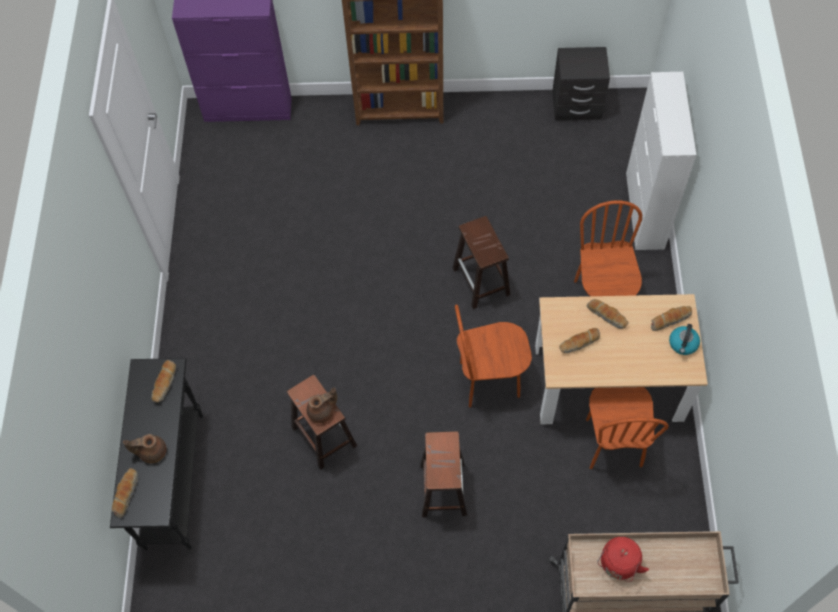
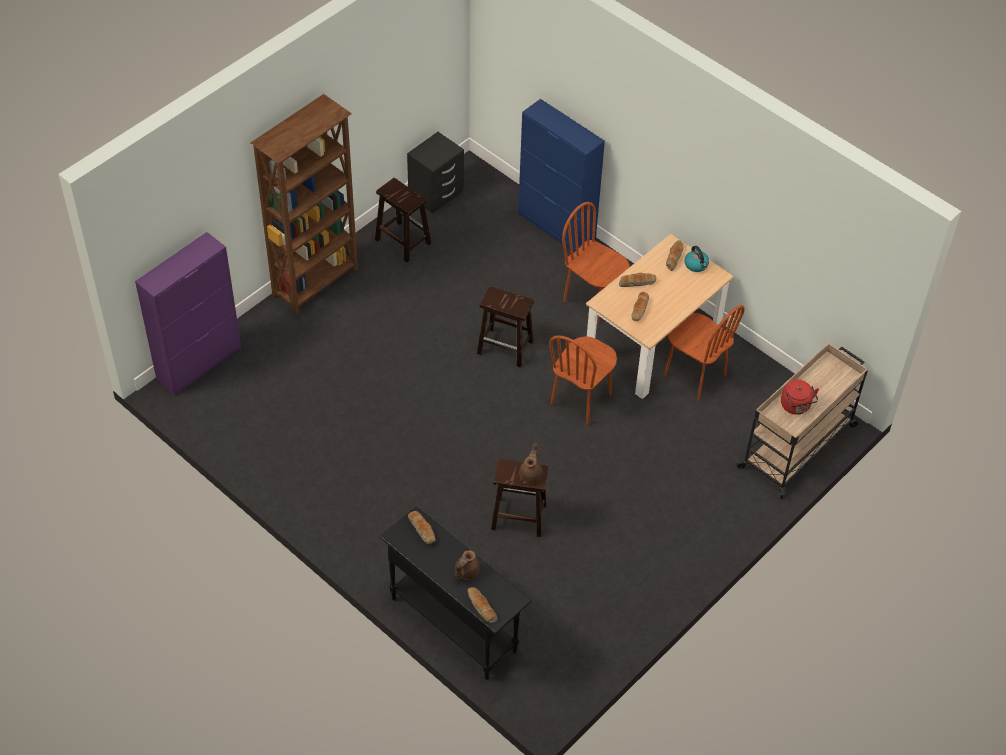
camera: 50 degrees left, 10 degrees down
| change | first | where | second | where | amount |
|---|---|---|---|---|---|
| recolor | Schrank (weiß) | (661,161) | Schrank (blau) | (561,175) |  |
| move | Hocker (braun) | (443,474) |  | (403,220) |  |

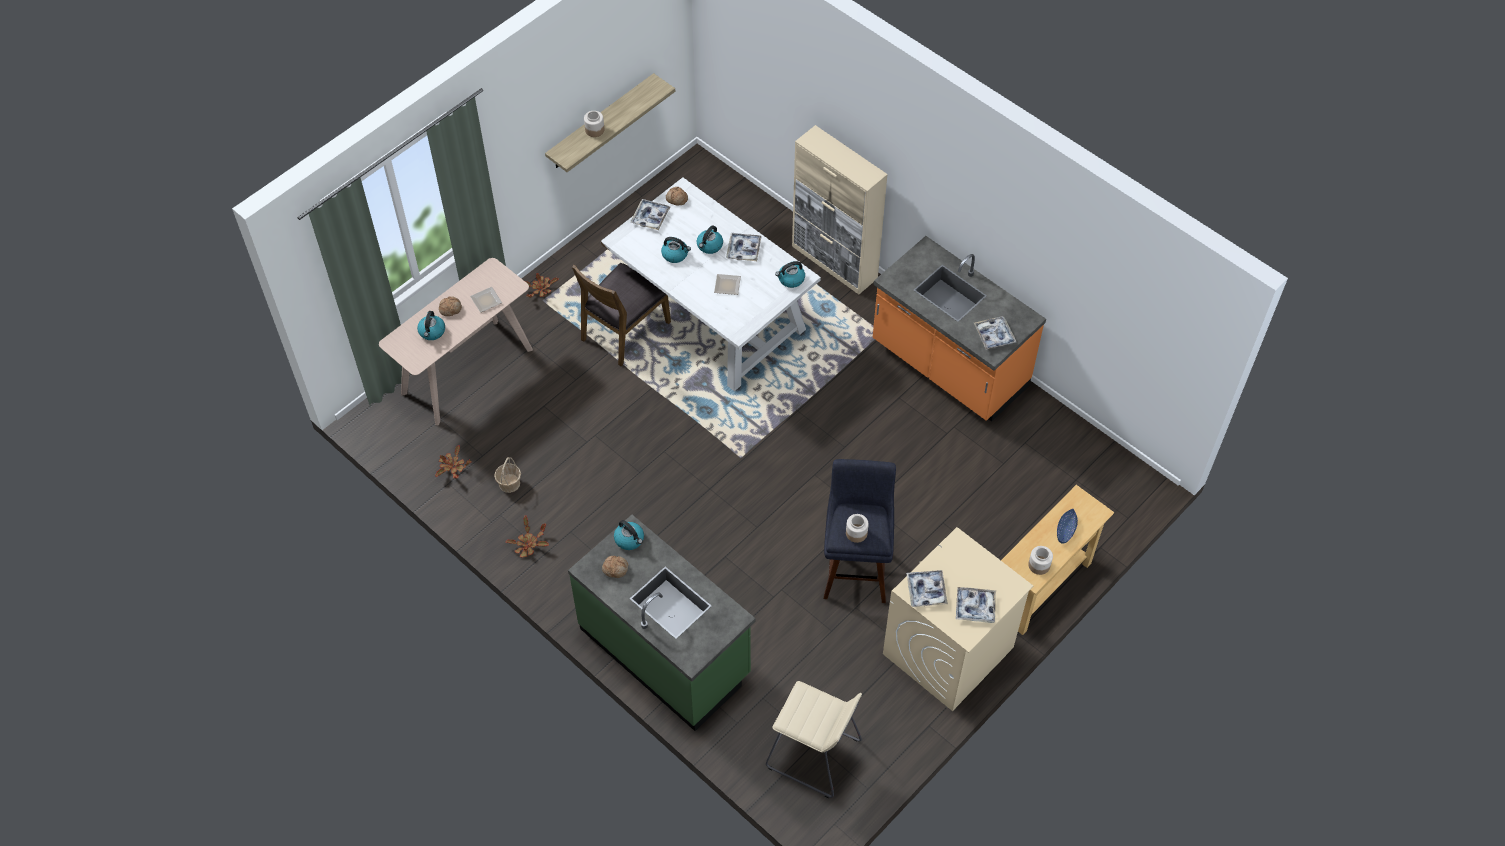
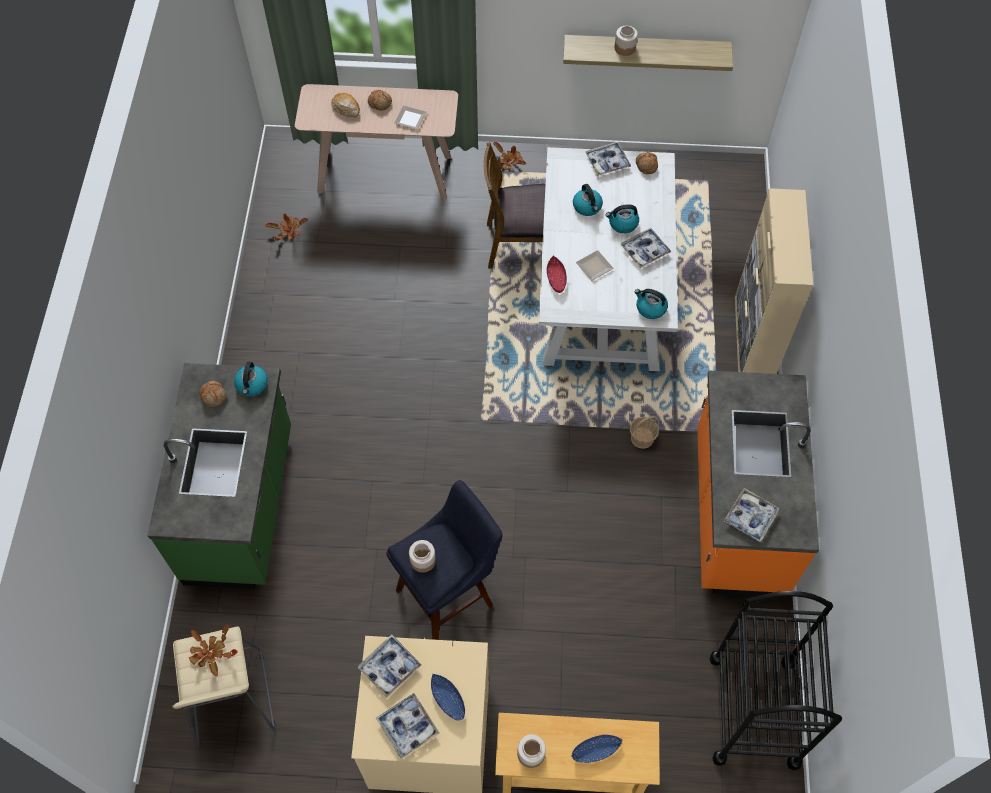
camera: 50 degrees right, 5 degrees up
| change | first | where | second | where | amount |
|---|---|---|---|---|---|
| replace | Wasserkessel | (431,325) | Brot | (345,105) |  |
| move | Korb | (507,475) |  | (644,432) |  |
| move | Topfpflanze | (527,537) |  | (213,650) |  |
| insert |  |  | Schüssel (rot) | (557,274) |  |
| insert |  |  | Rollwagen (schwarz) | (776,680) |  |
| insert |  |  | Schüssel (blau) | (448,697) |  |

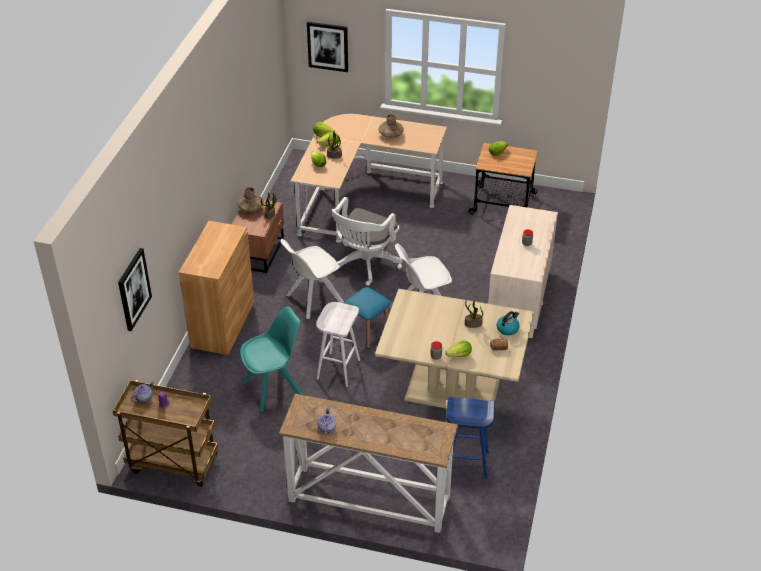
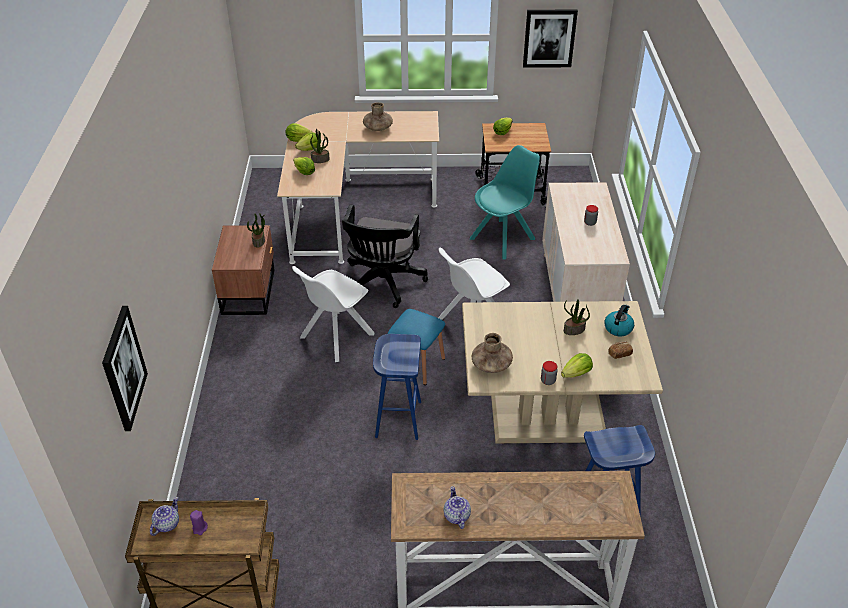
camera: 15 degrees left, 0 degrees up
| change | first | where | second | where | amount |
|---|---|---|---|---|---|
| move | Bild | (327,47) |  | (550,39) |  |
| move | Vase (braun) | (250,199) |  | (492,353) |  |
| recolor | Bürostuhl (weiß) | (367,241) | Bürostuhl (schwarz) | (385,256) |  |
| delete | Schrank (braun) | (216,288) |  |  |  |
| recolor | Hocker (weiß) | (338,344) | Hocker (blau) | (397,387) |  |
| move | Stuhl (türkis) | (271,358) |  | (505,202) |  |

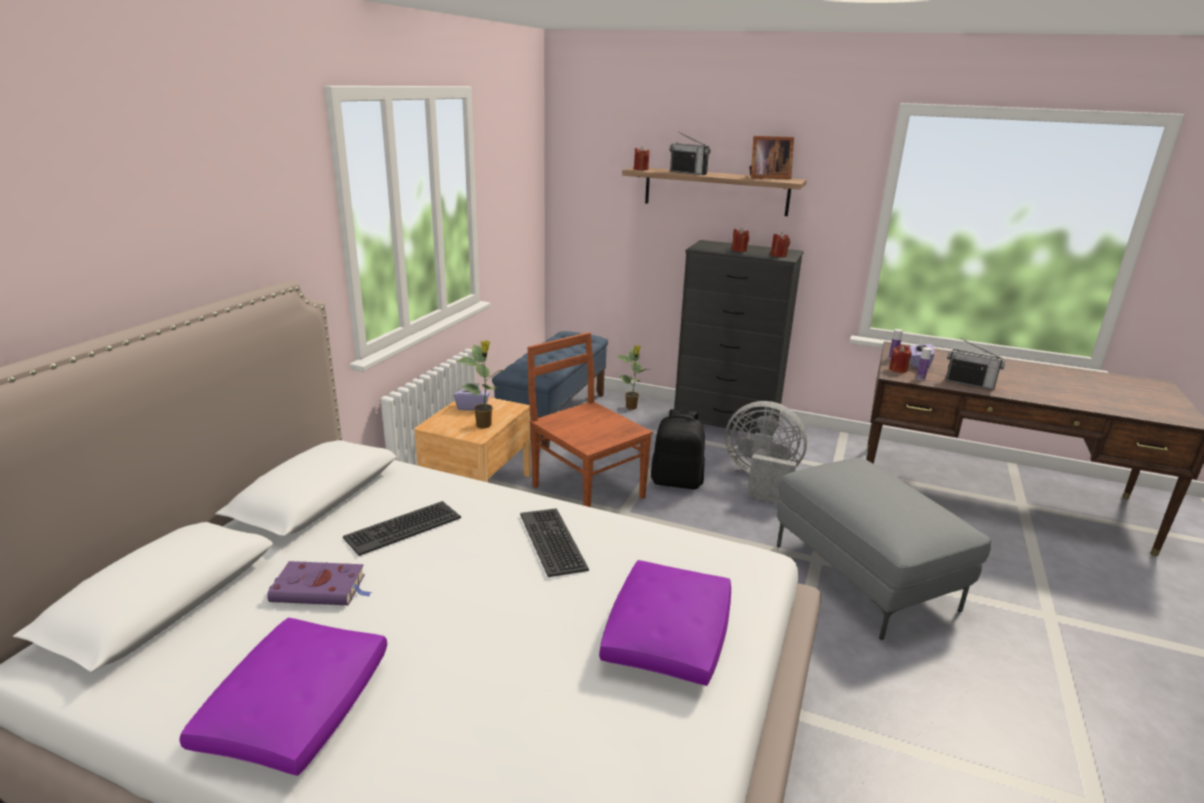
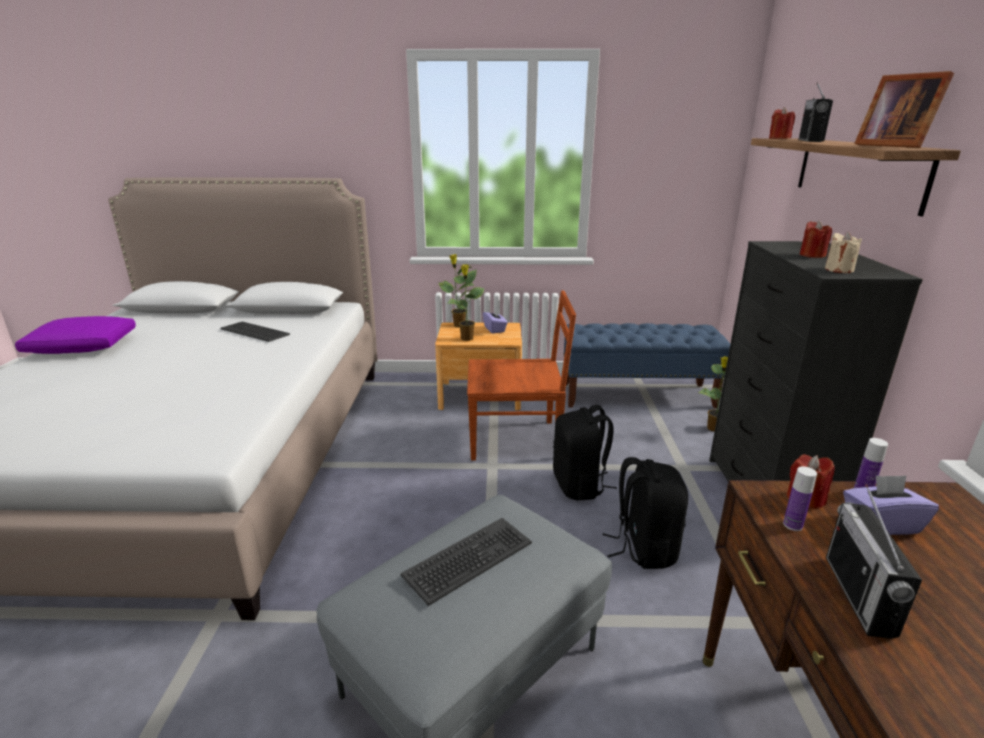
camera: 70 degrees right, 0 degrees up
| change | first | where | second | where | amount |
|---|---|---|---|---|---|
| recolor | Kerze (rot) | (780,244) | Kerze (beige) | (843,252) |  |
| rotate | Stuhl (braun) | (590,419) |  | (521,376) | 60 degrees clockwise |
| replace | Ventilator (grau) | (766,452) | Rucksack (schwarz) | (645,513) |  |
| move | Tastatur | (554,542) |  | (466,562) |  |
| delete | Kissen (lila) | (665,623) |  |  |  |
| delete | Buch (lila) | (319,583) |  |  |  |
| insert |  |  | Topfpflanze | (456,291) |  |

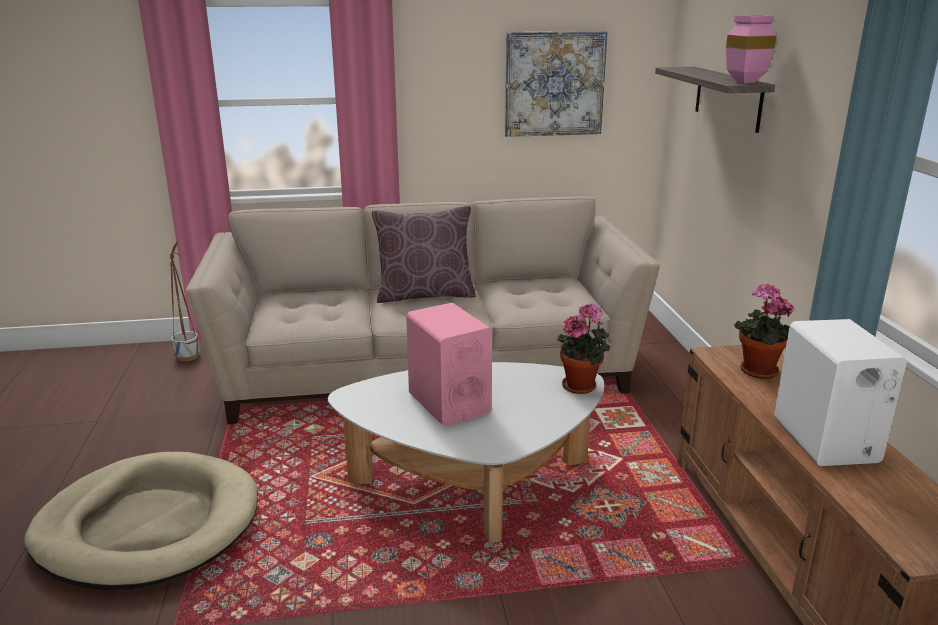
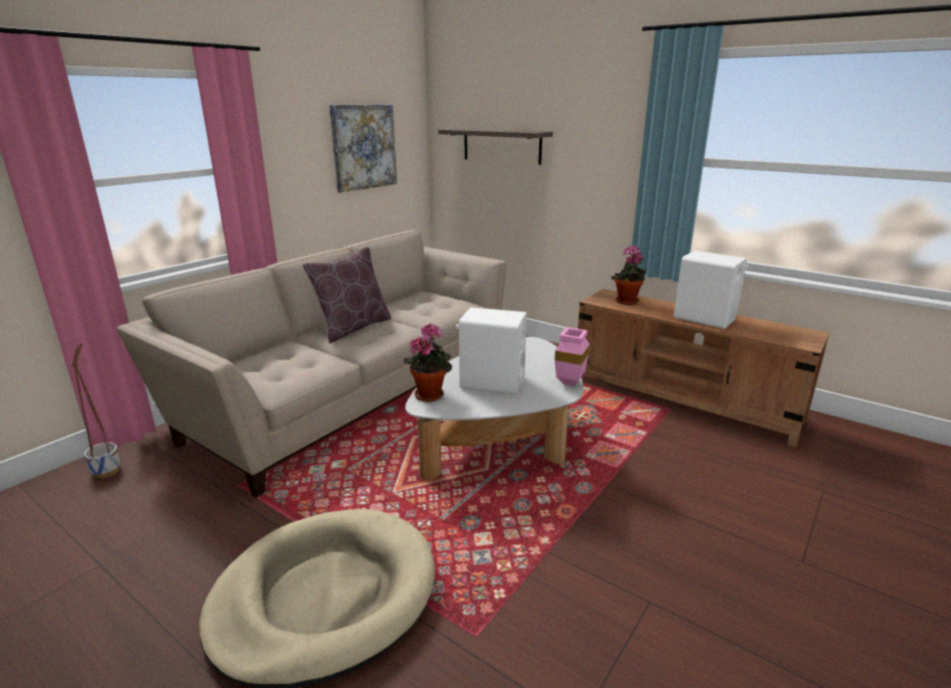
camera: 45 degrees left, 0 degrees up
| change | first | where | second | where | amount |
|---|---|---|---|---|---|
| move | Vase (rosa) | (751,49) |  | (572,356) |  |
| recolor | Lautsprecher (rosa) | (449,364) | Lautsprecher (weiß) | (491,351) |  |
| move | Topfpflanze | (583,349) |  | (428,362) |  |

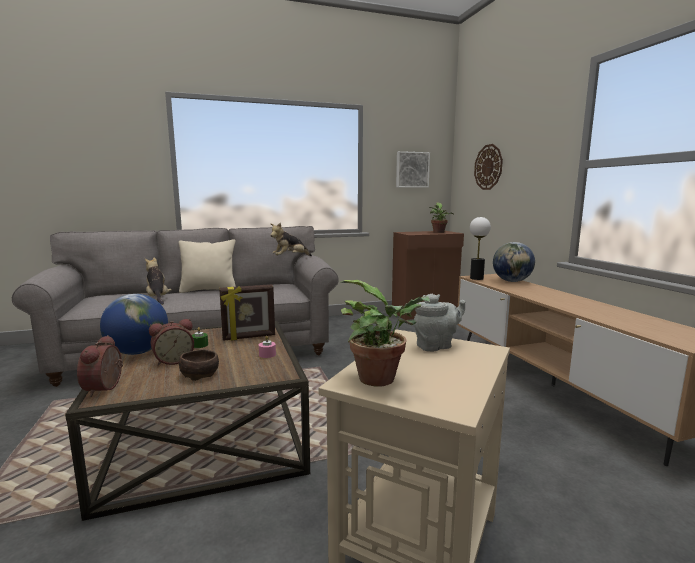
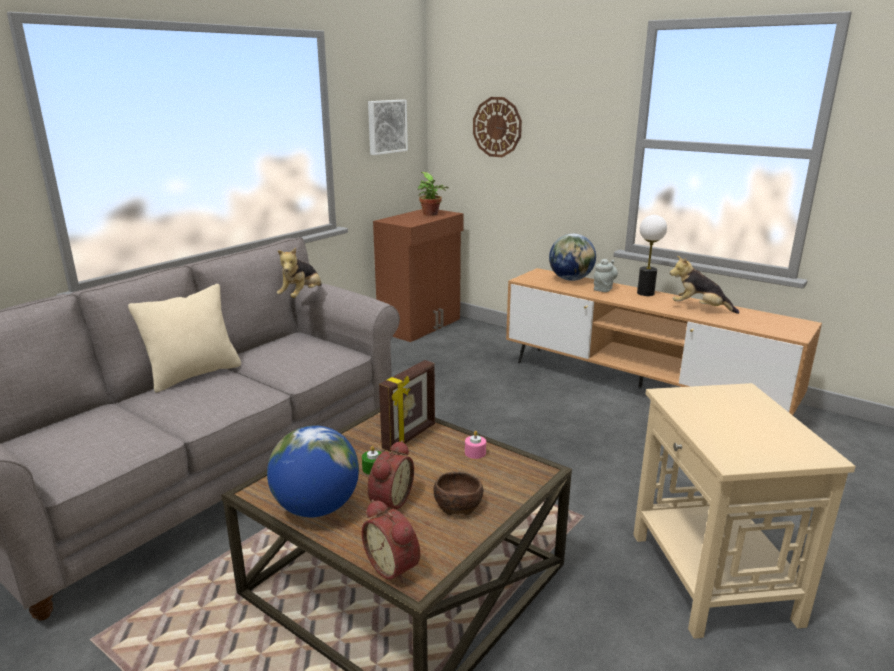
camera: 35 degrees left, 10 degrees up
| change | first | where | second | where | amount |
|---|---|---|---|---|---|
| move | Tischlampe | (480,248) |  | (652,255) |  |
| move | Plüschtier | (158,281) |  | (704,285) |  |
| delete | Topfpflanze | (385,333) |  |  |  |
| move | Teekanne (grau) | (439,323) |  | (606,275) |  |

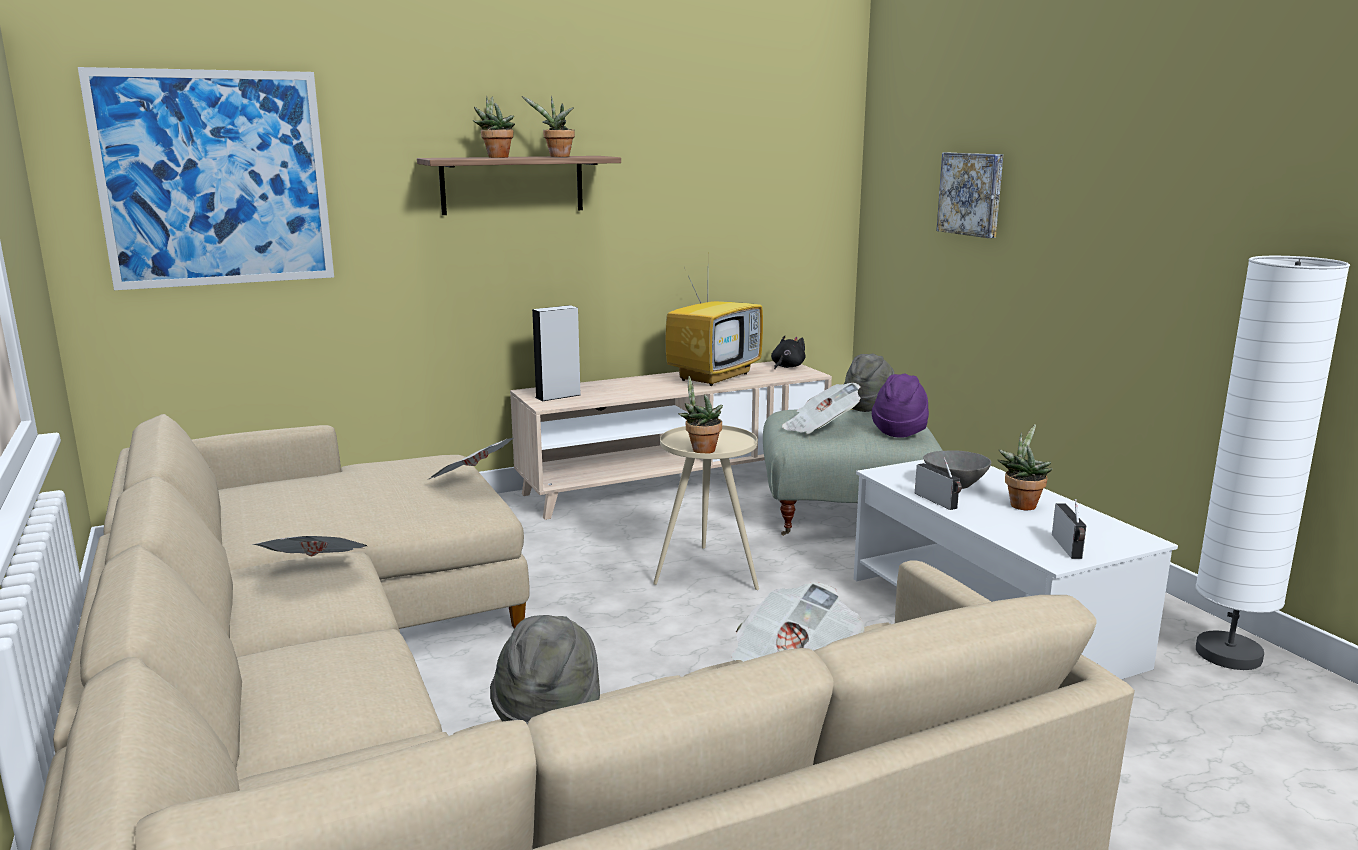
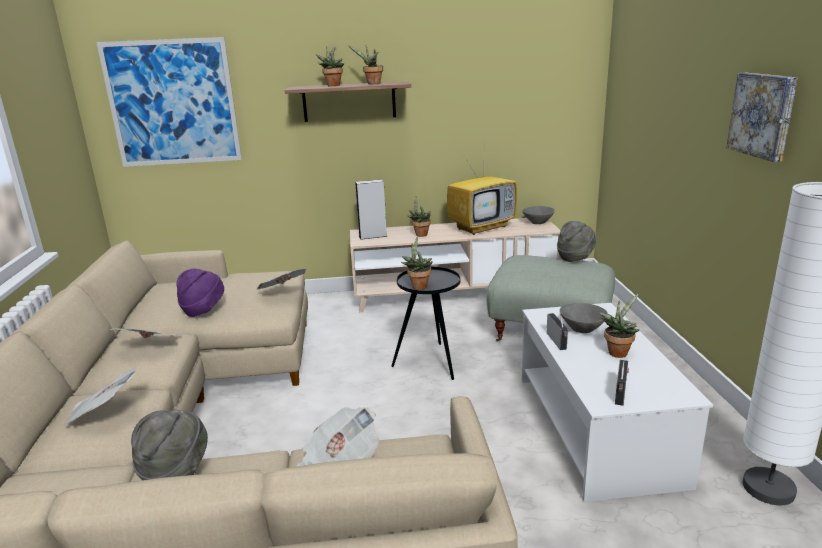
camera: 20 degrees right, 5 degrees up
| change | first | where | second | where | amount |
|---|---|---|---|---|---|
| move | Bild | (969,195) |  | (762,117) |  |
| replace | Plüschtier (schwarz) | (788,352) | Schüssel (grau) | (538,215) |  |
| move | Hut (lila) | (900,406) |  | (200,293) |  |
| move | Zeitung | (821,408) |  | (99,396) |  |
| recolor | Beistelltisch (beige) | (706,507) | Beistelltisch (schwarz) | (426,323) |  |
| insert |  |  | Topfpflanze | (419,217) |  |

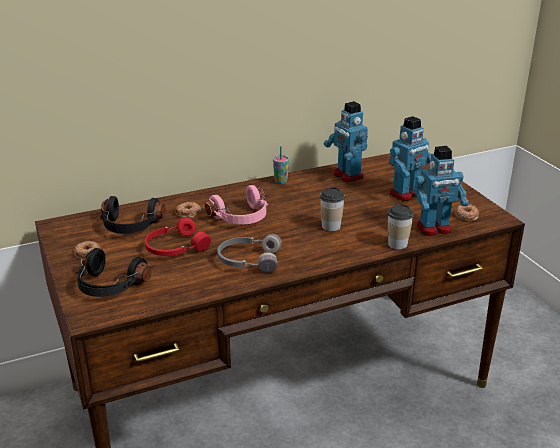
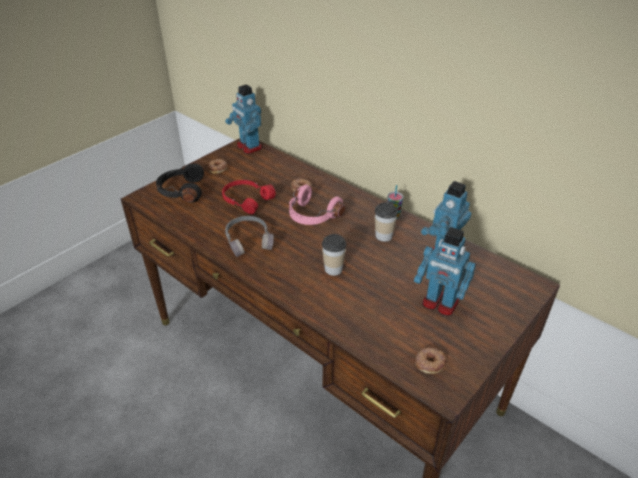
camera: 65 degrees right, 10 degrees up
| change | first | where | second | where | amount |
|---|---|---|---|---|---|
| move | Spielzeugroboter | (441,191) |  | (243,119) |  |
| delete | Kopfhörer (schwarz) | (132,215) |  |  |  |
| move | Tasse | (401,227) |  | (386,222) |  |

